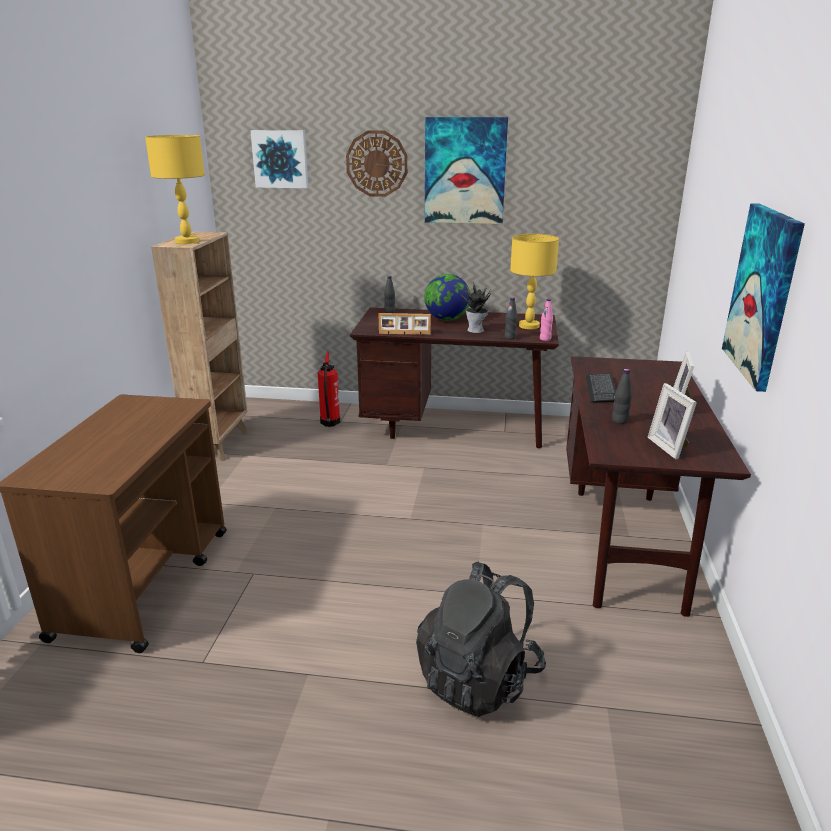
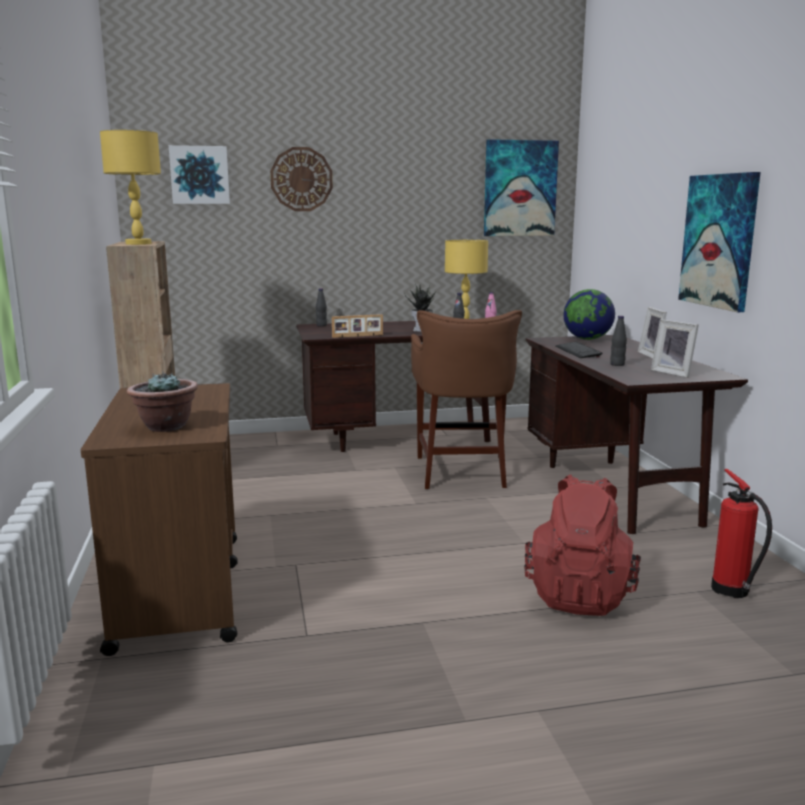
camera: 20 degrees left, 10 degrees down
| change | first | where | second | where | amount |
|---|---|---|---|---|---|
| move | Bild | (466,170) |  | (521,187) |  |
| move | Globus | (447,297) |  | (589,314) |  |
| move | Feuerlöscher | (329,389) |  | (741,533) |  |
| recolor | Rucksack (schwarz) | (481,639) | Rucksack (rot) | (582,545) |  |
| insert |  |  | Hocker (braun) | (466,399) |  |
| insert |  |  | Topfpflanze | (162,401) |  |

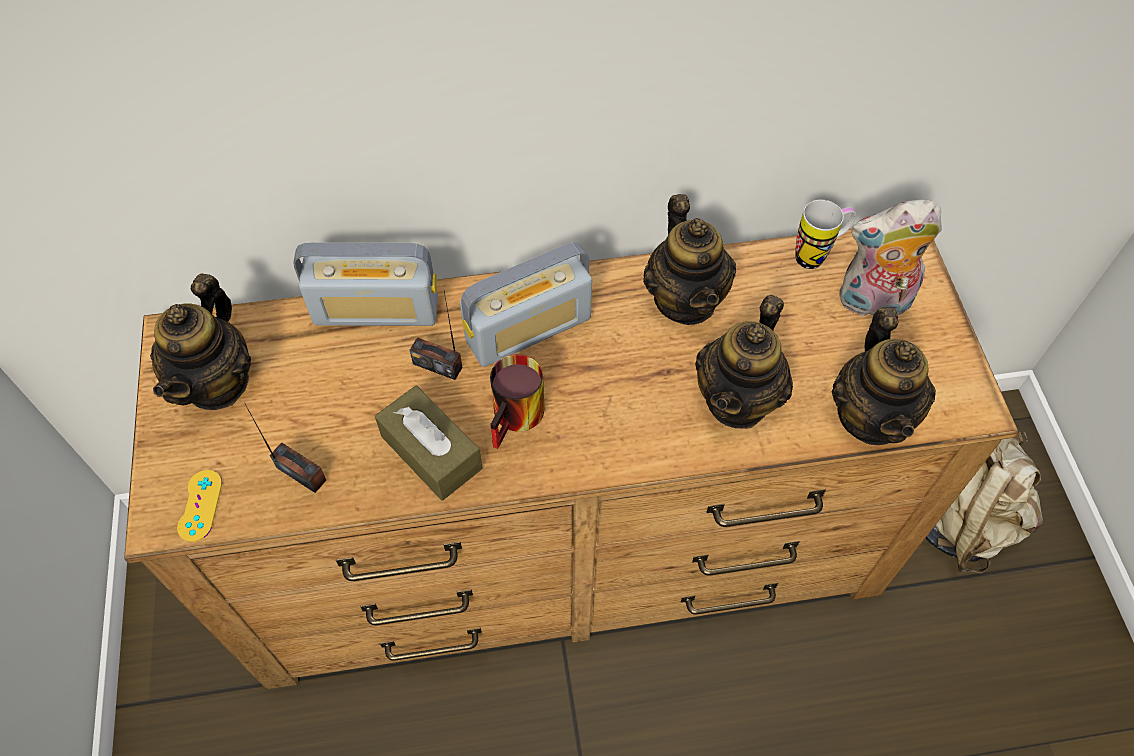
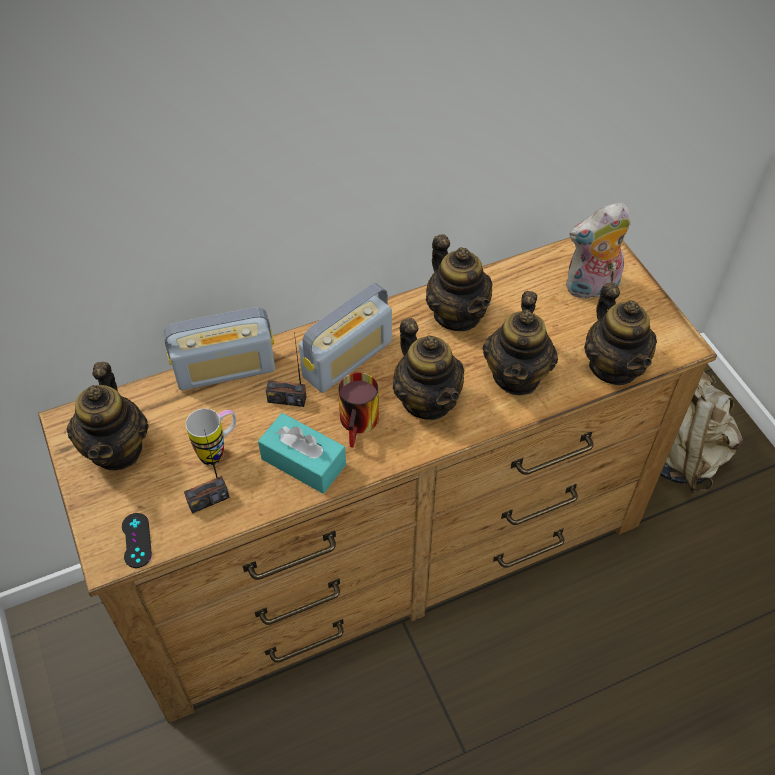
camera: 15 degrees left, 5 degrees down
| change | first | where | second | where | amount |
|---|---|---|---|---|---|
| move | Henkelbecher | (825,234) |  | (211,436) |  |
| recolor | Taschentuchbox (braun) | (428,443) | Taschentuchbox (türkis) | (302,453) |  |
| rotate | Radio | (285,448) |  | (207,472) | 135 degrees clockwise |
| recolor | Gamepad (gelb) | (199,506) | Gamepad (schwarz) | (137,540) |  |
| insert |  |  | Teekanne | (428,369) |  |

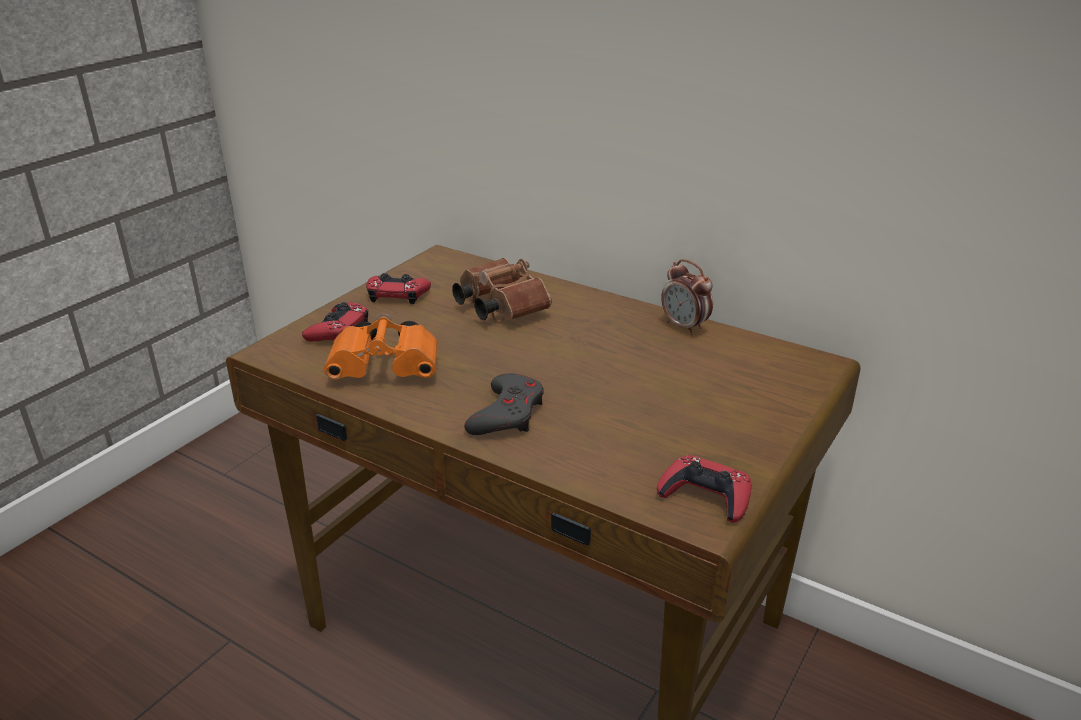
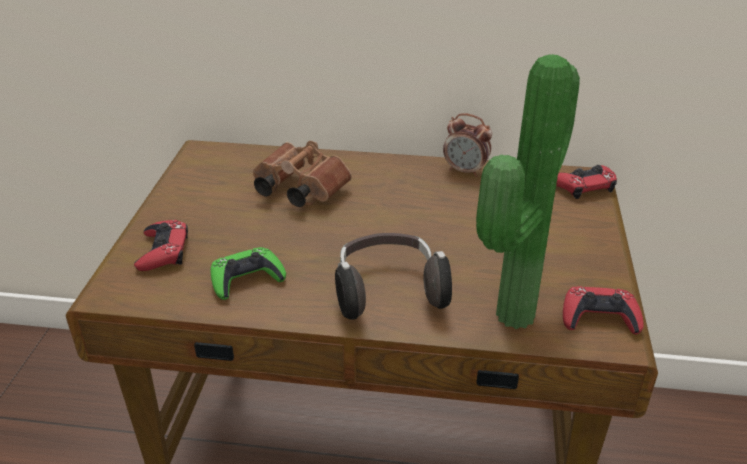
camera: 25 degrees left, 5 degrees up
| change | first | where | second | where | amount |
|---|---|---|---|---|---|
| move | Gamepad (rot) | (398,288) |  | (586,182) |  |
| replace | Fernglas (orange) | (381,346) | Gamepad (grün) | (248,273) |  |
| replace | Gamepad (grau) | (504,404) | Kopfhörer | (393,276) |  |
| insert |  |  | Topfpflanze | (528,191) |  |

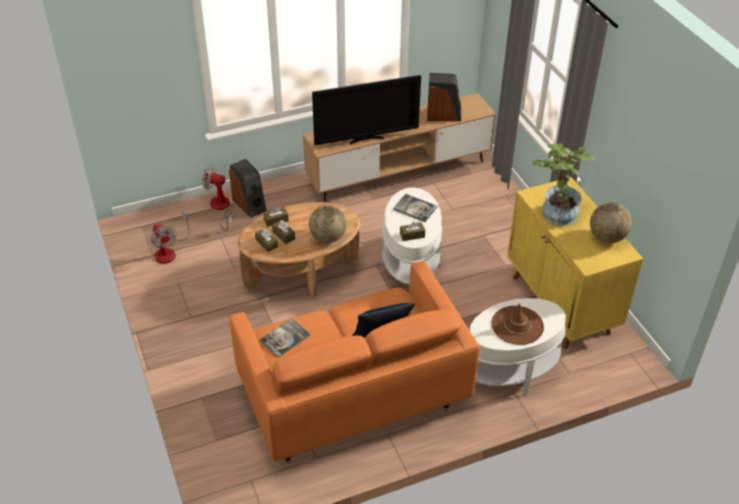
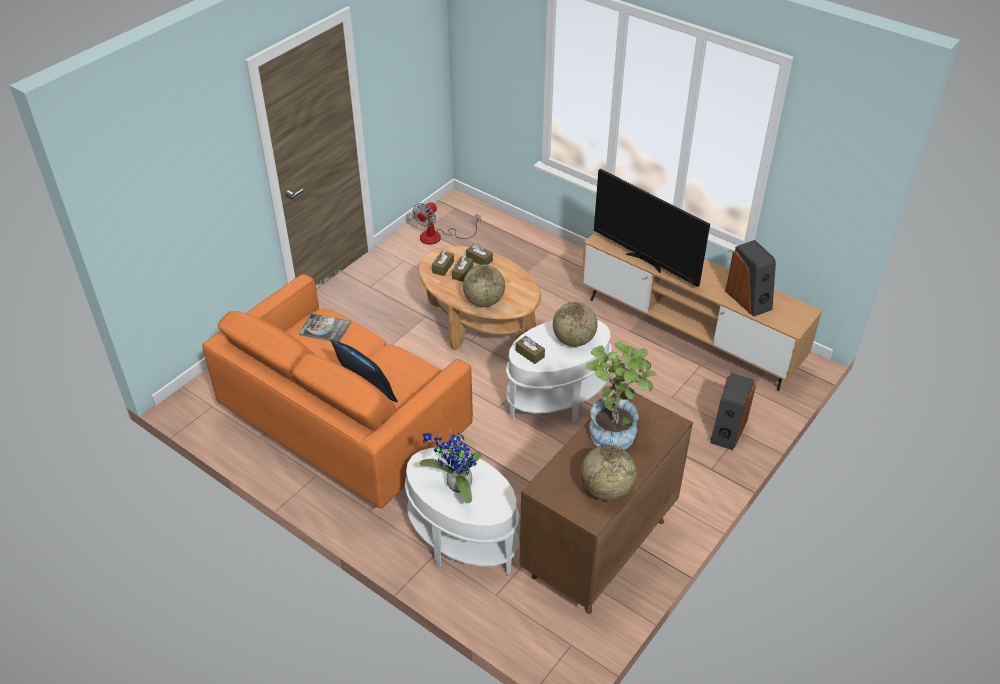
camera: 60 degrees right, 0 degrees up
| change | first | where | second | where | amount |
|---|---|---|---|---|---|
| move | Lautsprecher | (248,188) |  | (733,411) |  |
| delete | Ventilator | (218,198) |  |  |  |
| recolor | Schrank (gelb) | (575,263) | Schrank (braun) | (606,500) |  |
| replace | Buch | (415,208) | Globus | (575,324) |  |
| replace | Hut (braun) | (518,324) | Topfpflanze | (451,466) |  |

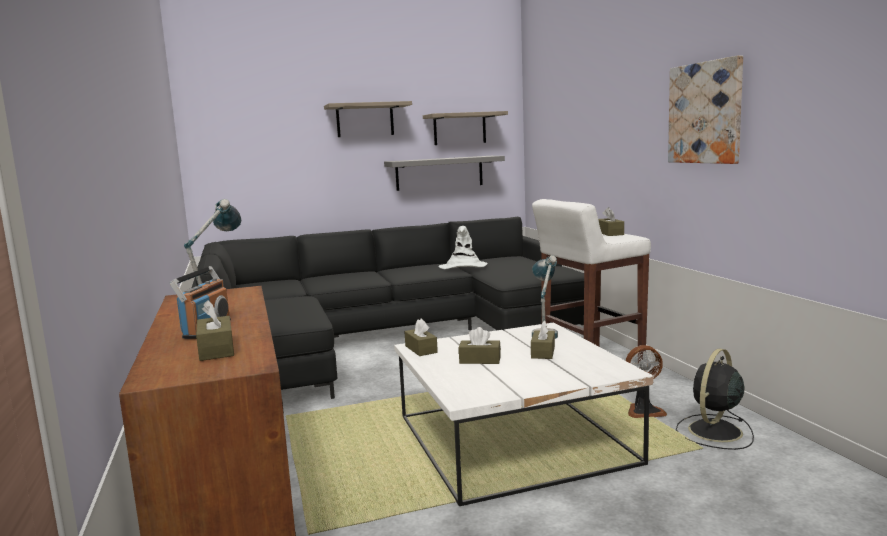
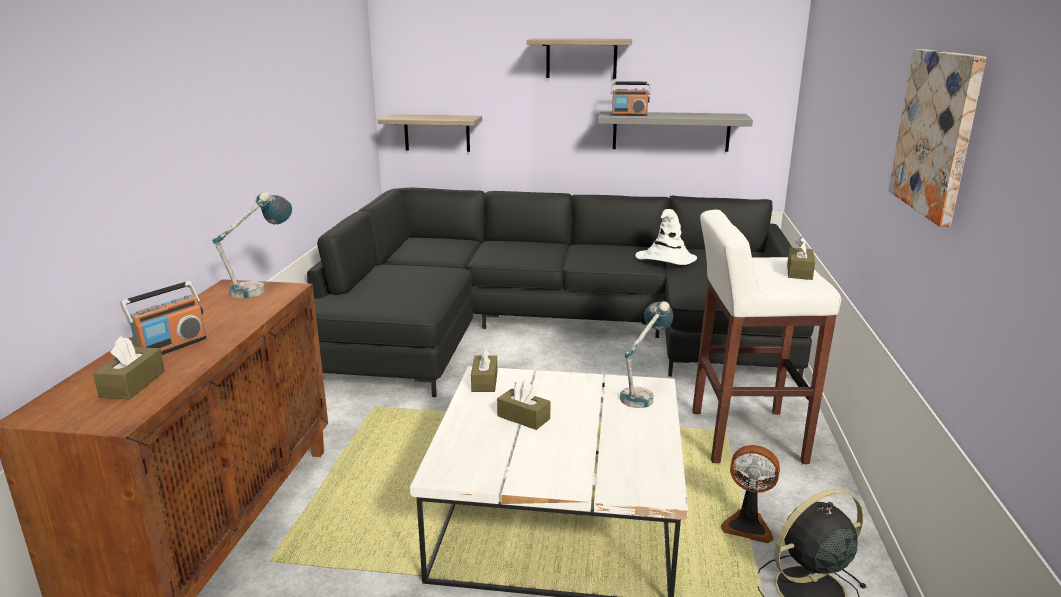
camera: 25 degrees right, 10 degrees up
| change | first | where | second | where | amount |
|---|---|---|---|---|---|
| move | Wandregal | (465,128) |  | (430,133) |  |
| delete | Taschentuchbox (braun) | (543,339) |  |  |  |
| insert |  |  | Radio | (631,98) |  |

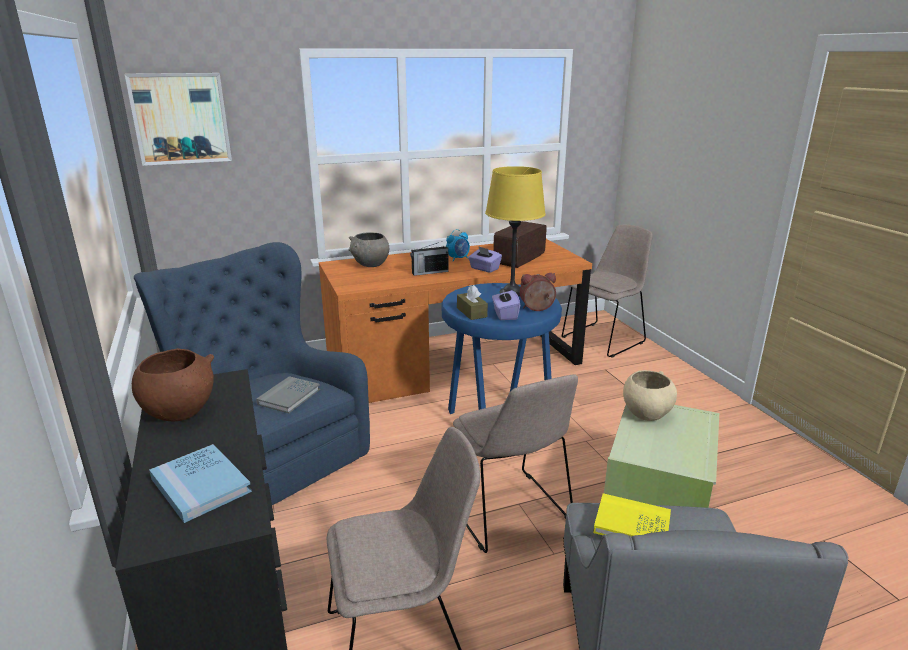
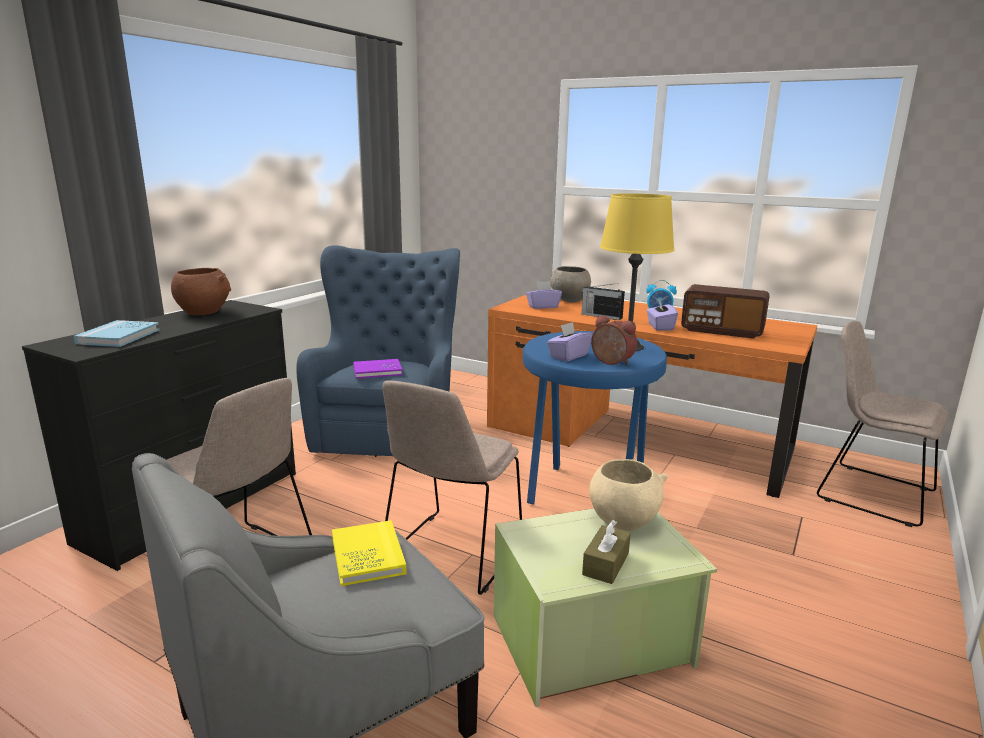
camera: 50 degrees right, 5 degrees down
| change | first | where | second | where | amount |
|---|---|---|---|---|---|
| delete | Bild | (178,119) |  |  |  |
| rotate | Radio | (520,244) |  | (725,311) | 150 degrees counterclockwise |
| rotate | Stuhl (beige) | (607,290) |  | (883,424) | 150 degrees counterclockwise |
| move | Taschentuchbox (braun) | (472,302) |  | (606,552) |  |
| recolor | Buch (grau) | (288,394) | Buch (lila) | (378,369) |  |
| insert |  |  | Taschentuchbox (lila) | (544,295) |  |

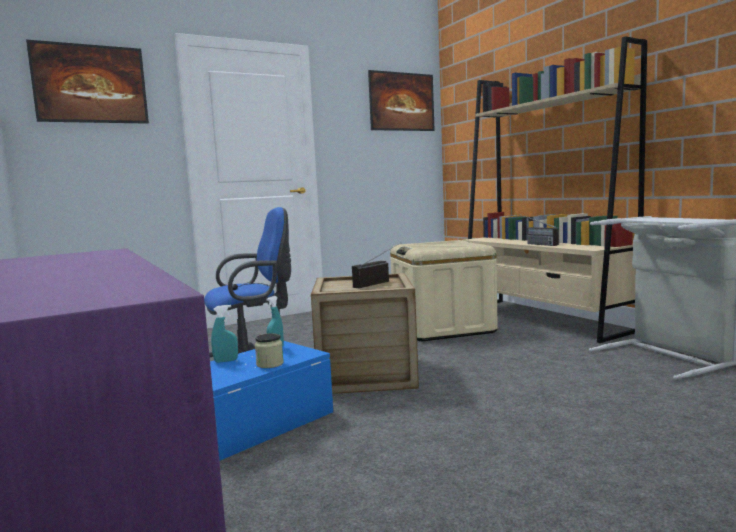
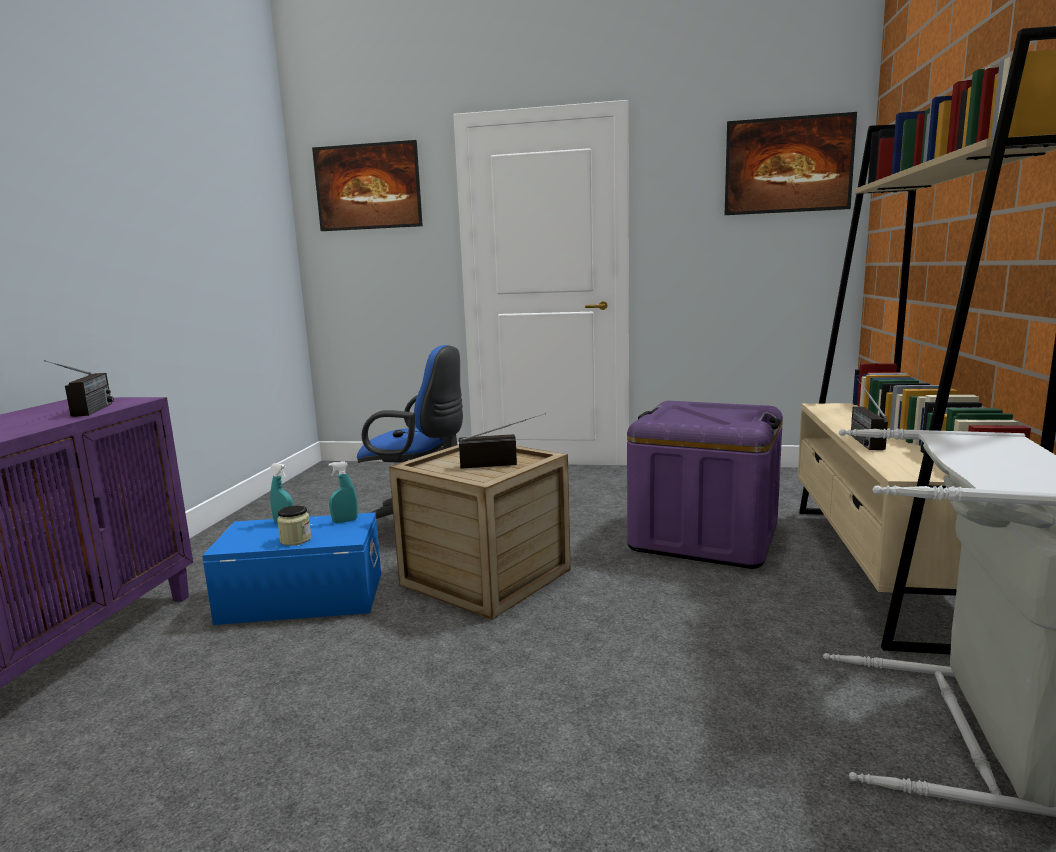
camera: 40 degrees right, 5 degrees up
| change | first | where | second | where | amount |
|---|---|---|---|---|---|
| recolor | Aufbewahrungsbox (beige) | (444,290) | Aufbewahrungsbox (lila) | (705,485) |  |
| insert |  |  | Radio | (79,388) |  |

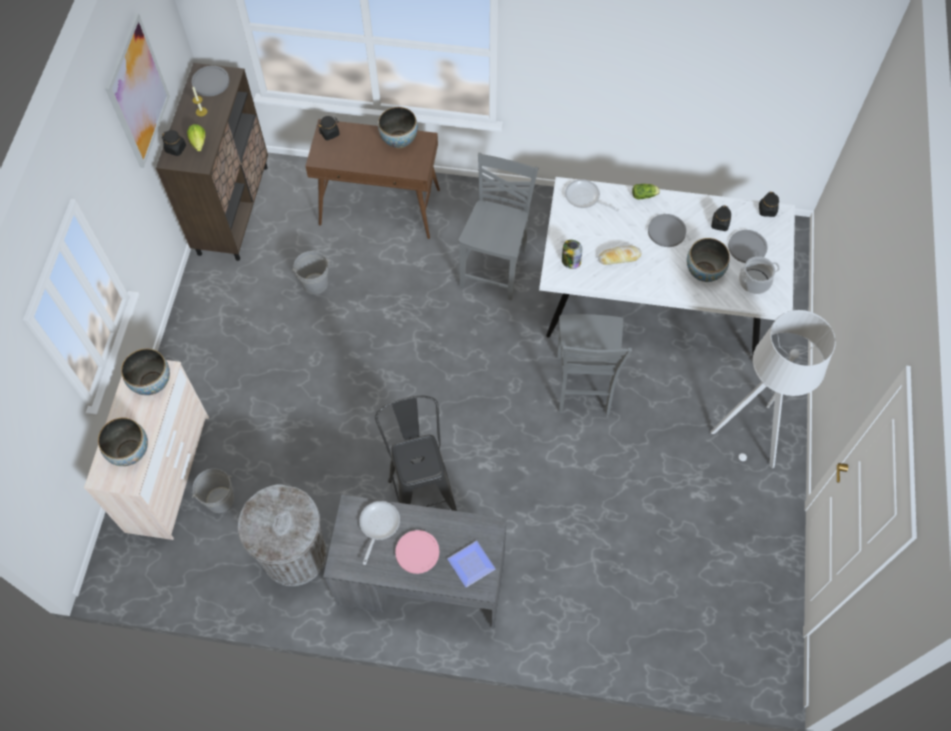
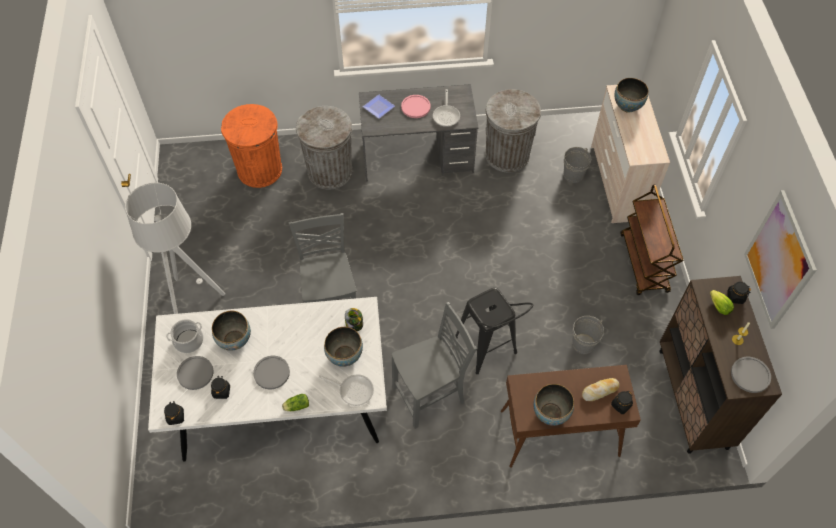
camera: 165 degrees right, 5 degrees down
| change | first | where | second | where | amount |
|---|---|---|---|---|---|
| rotate | Stuhl (grau) | (498,226) |  | (434,365) | 120 degrees counterclockwise |
| move | Brot | (619,255) |  | (600,389) |  |
| move | Schüssel | (145,372) |  | (343,347) |  |
| move | Hocker (schwarz) | (416,453) |  | (494,331) |  |
| insert |  |  | Mülleimer (orange) | (251,146) |  |
| insert |  |  | Mülleimer (grau) | (324,147) |  |
| insert |  |  | Rollwagen (braun) | (651,240) |  |

